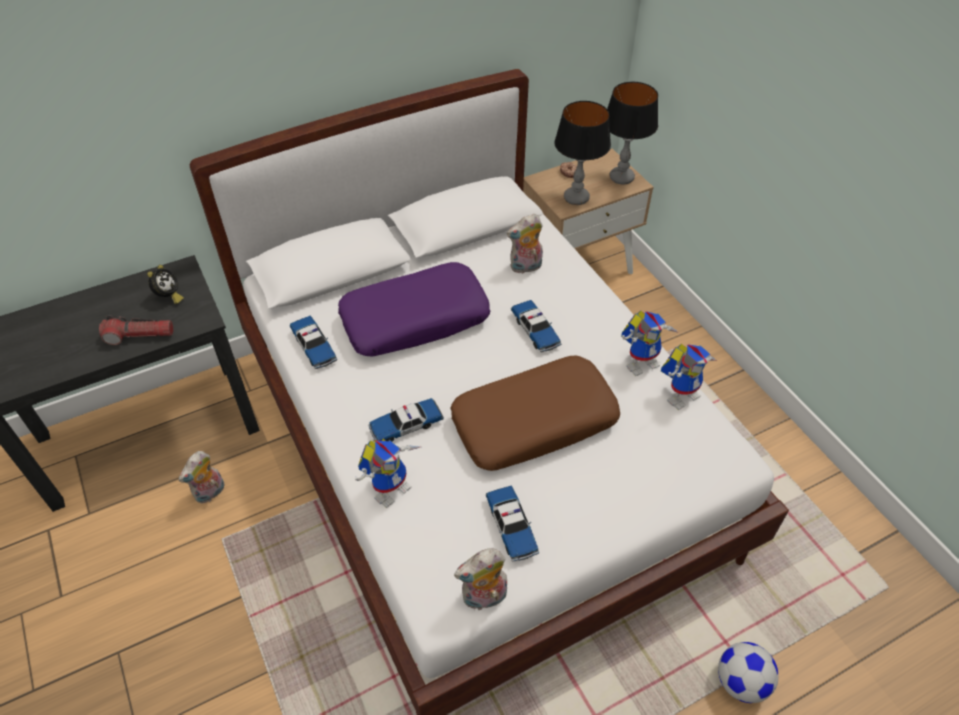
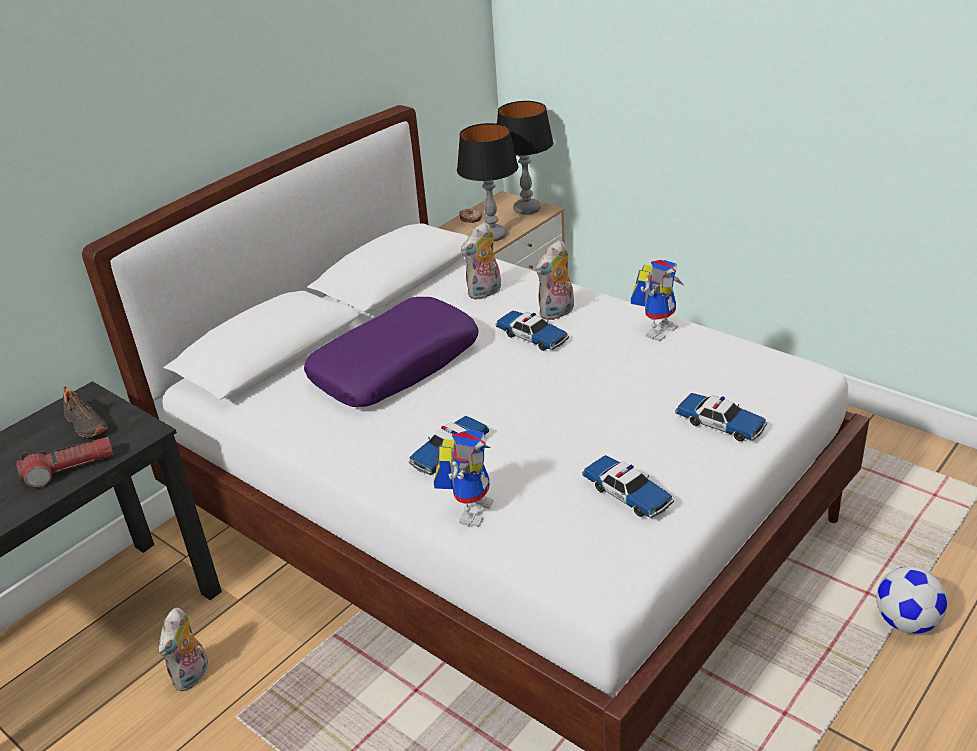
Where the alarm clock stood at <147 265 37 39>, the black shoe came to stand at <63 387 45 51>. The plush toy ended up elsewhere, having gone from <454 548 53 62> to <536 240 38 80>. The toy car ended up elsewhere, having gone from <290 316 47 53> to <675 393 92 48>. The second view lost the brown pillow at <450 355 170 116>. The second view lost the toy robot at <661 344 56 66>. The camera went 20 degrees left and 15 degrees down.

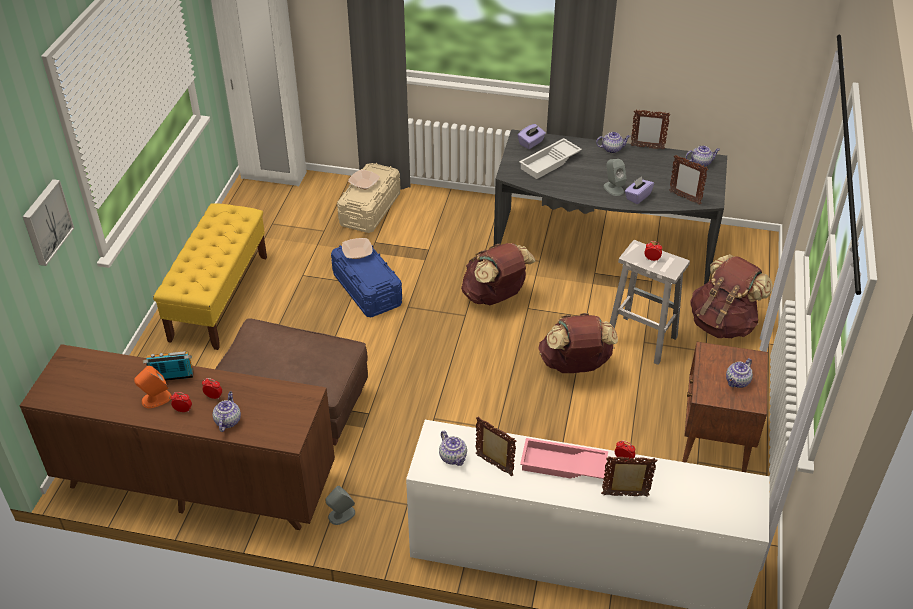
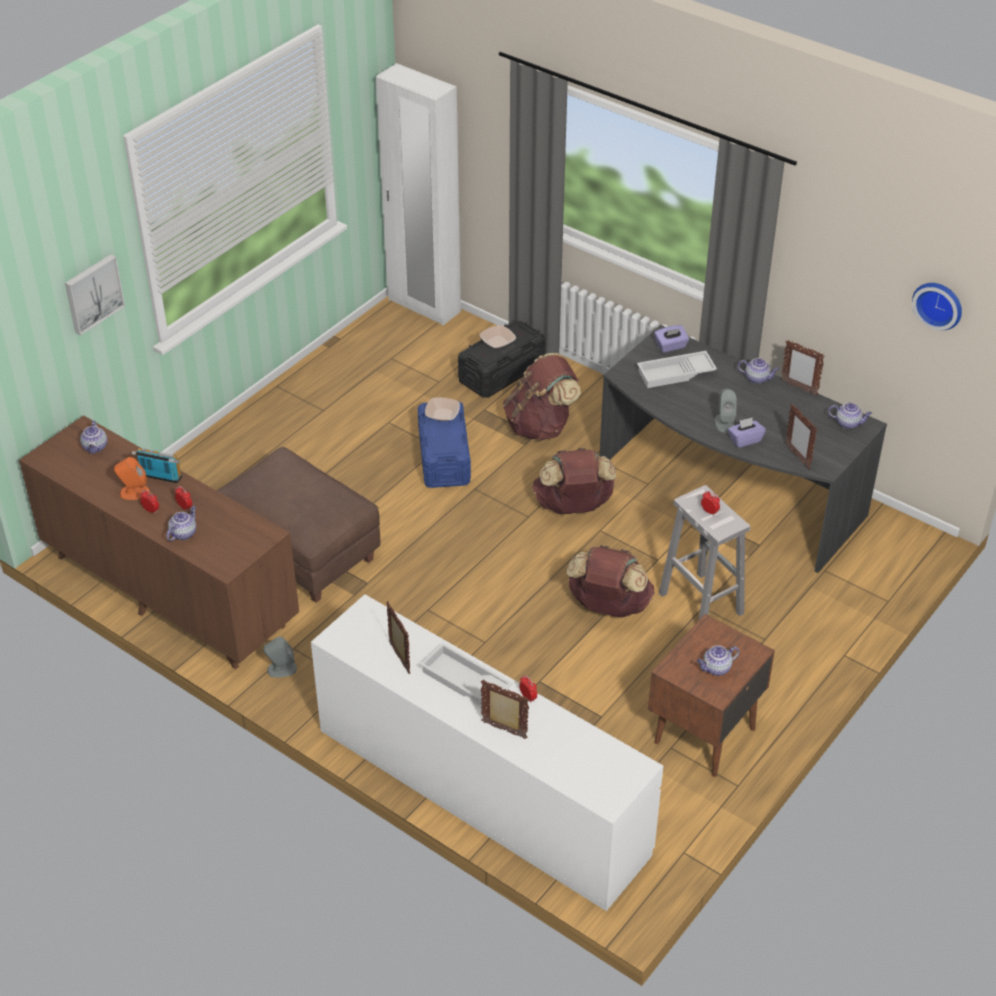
The teapot ended up elsewhere, having gone from <439 431 28 35> to <80 421 27 33>. What was the pink tray at <520 438 88 41> turned into the white tray at <420 643 93 59>. What was the beige storage box at <337 163 64 70> turned into the black storage box at <458 320 88 78>. The brown backpack ended up elsewhere, having gone from <690 254 83 84> to <503 353 78 88>. The second view gained the wall clock at <912 283 50 47>. The second view lost the yellow bench at <153 203 114 147>. The camera went 25 degrees right and 0 degrees up.

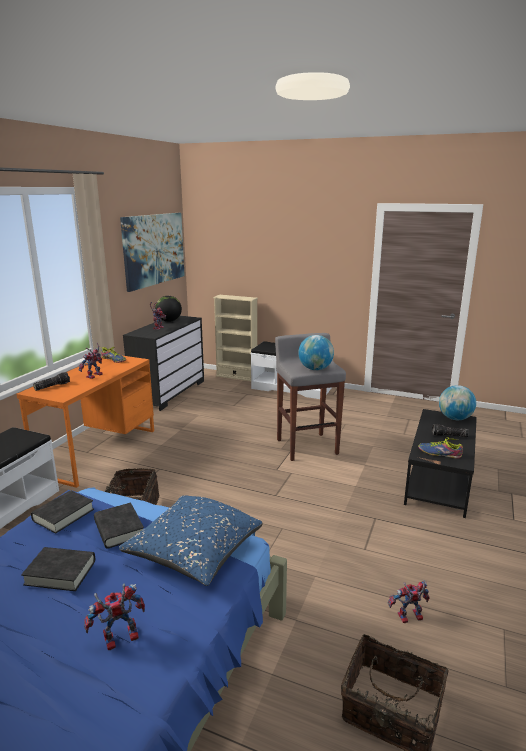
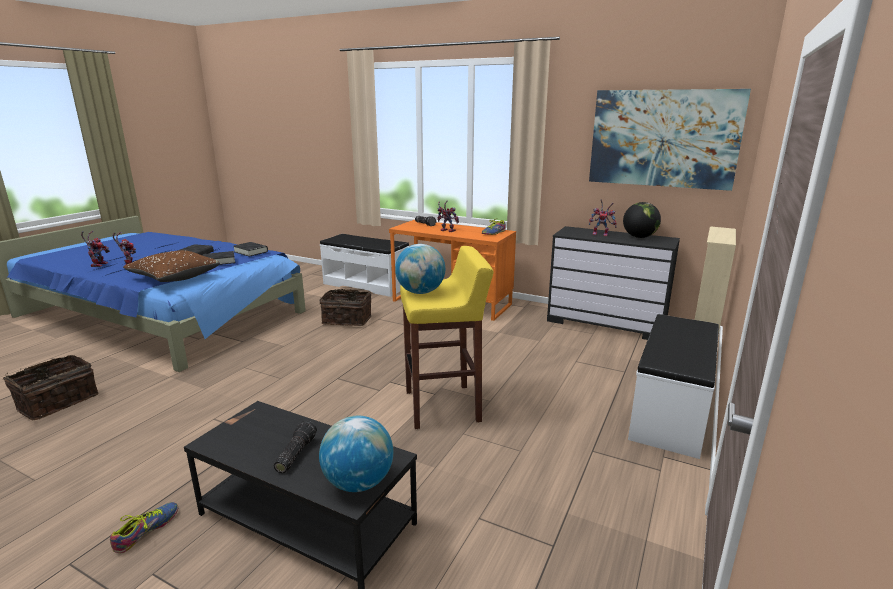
The toy robot ended up elsewhere, having gone from <387 580 43 43> to <81 231 29 36>. The shoe ended up elsewhere, having gone from <418 437 45 22> to <110 502 68 51>. What was the blue pillow at <119 495 144 91> turned into the brown pillow at <123 250 97 32>. What was the grey stool at <275 333 71 128> turned into the yellow stool at <400 246 93 183>. The camera went 95 degrees right and 0 degrees up.

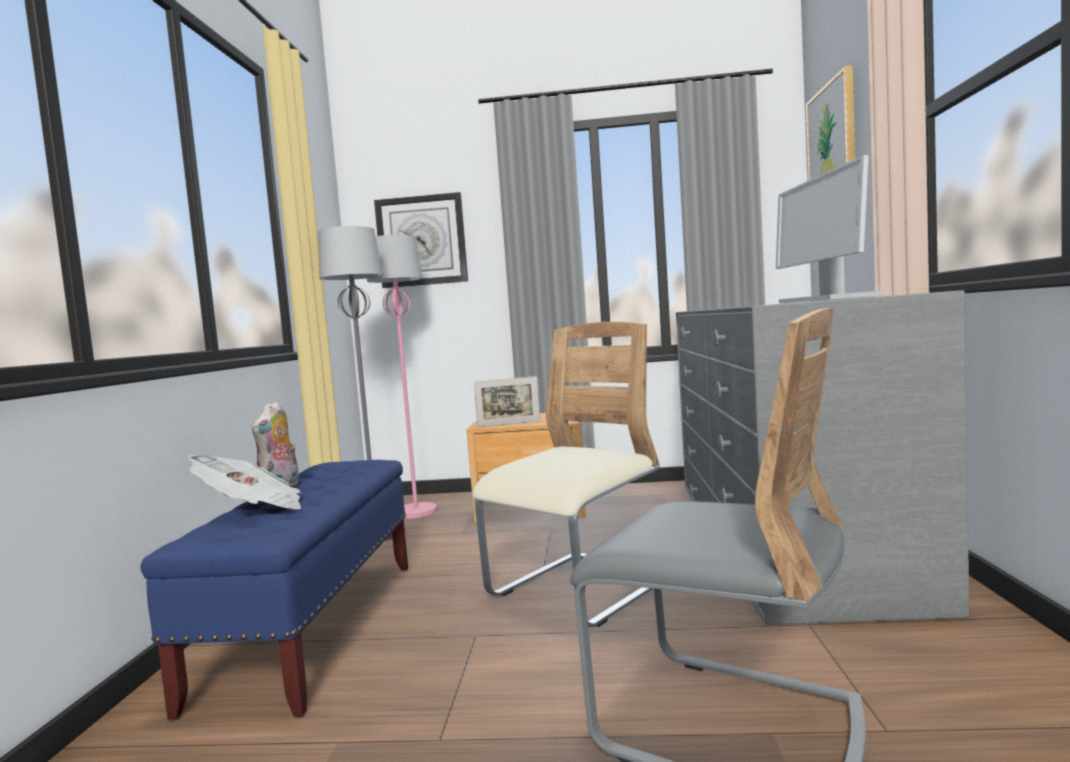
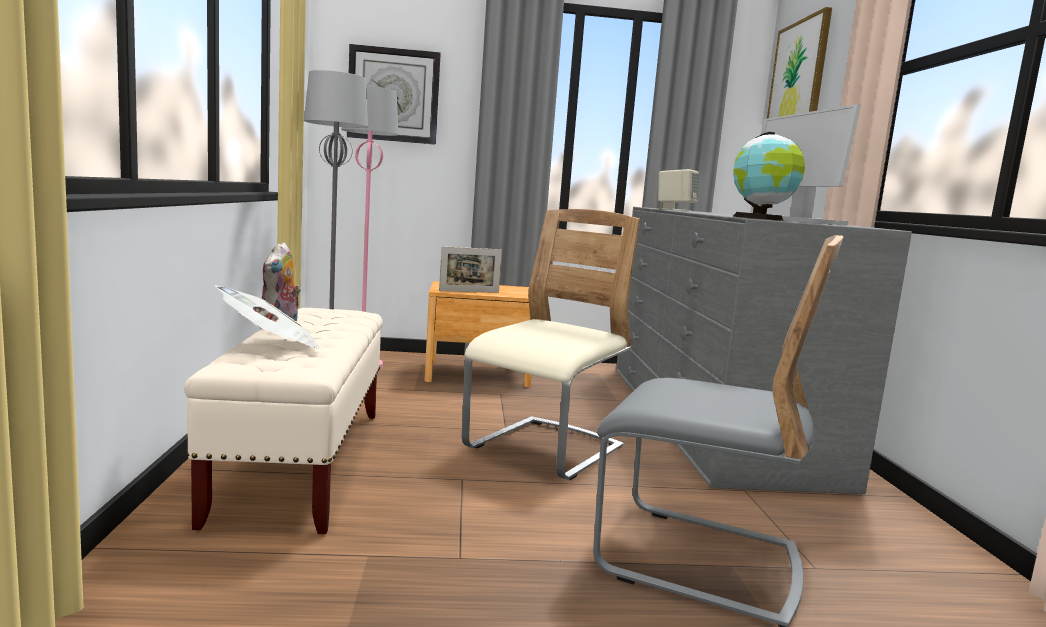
What was the blue bench at <140 460 268 260> turned into the beige bench at <184 308 199 226>. The second view gained the beige speaker at <658 169 41 42>. The second view gained the globe at <733 132 72 89>. The camera went 10 degrees left and 5 degrees up.

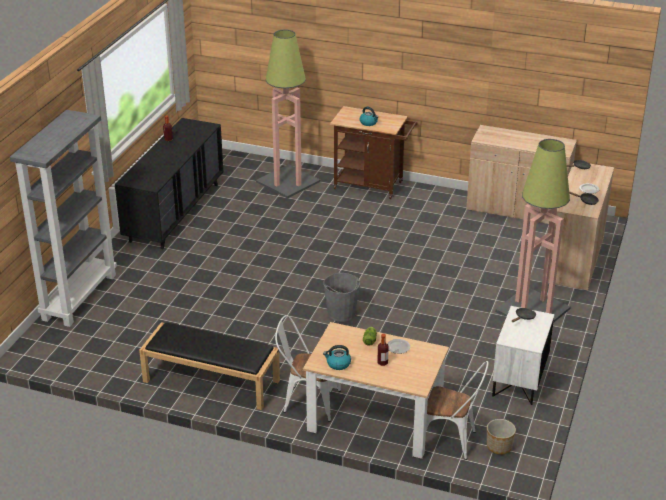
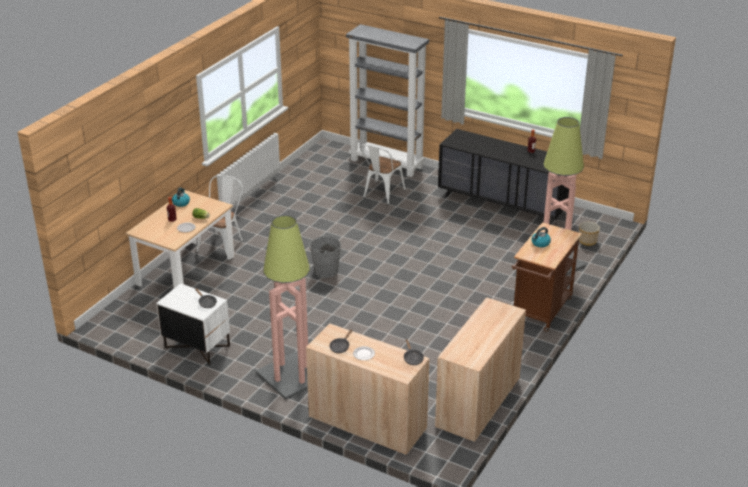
The white chair ended up elsewhere, having gone from <426 361 63 99> to <359 144 47 61>. The planter ended up elsewhere, having gone from <487 419 29 36> to <579 222 21 24>. The second view lost the black bench at <139 322 141 88>. The camera went 100 degrees right and 0 degrees up.

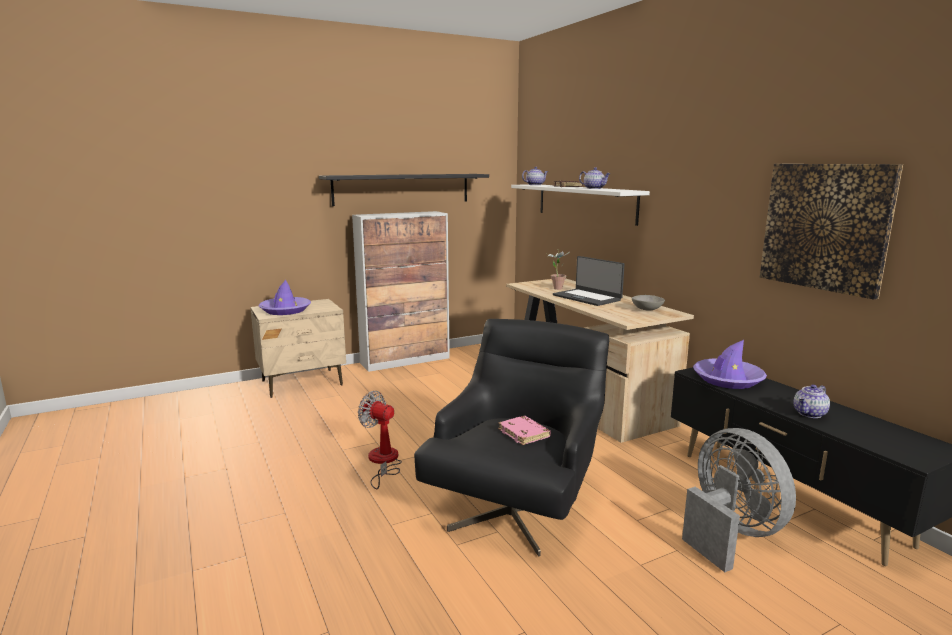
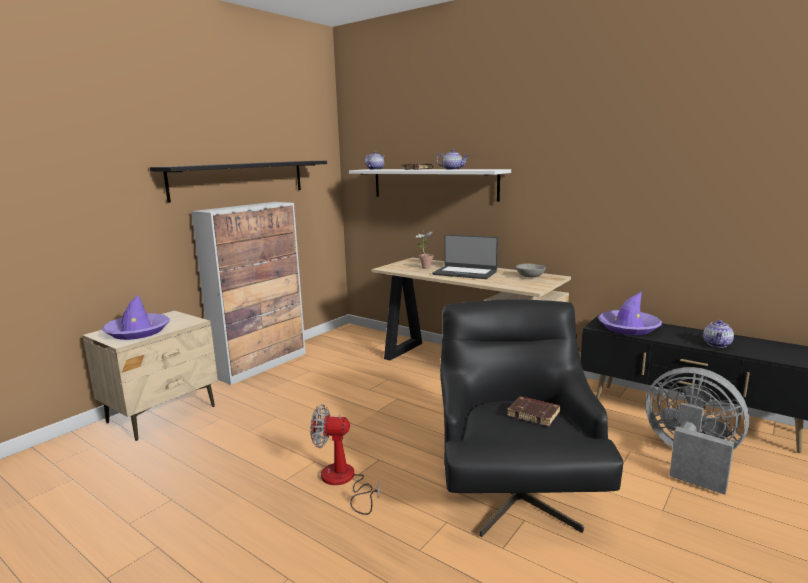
What was the pink book at <498 416 53 29> turned into the brown book at <507 396 53 30>. The second view lost the picture at <760 164 143 136>. The camera went 25 degrees left and 0 degrees up.

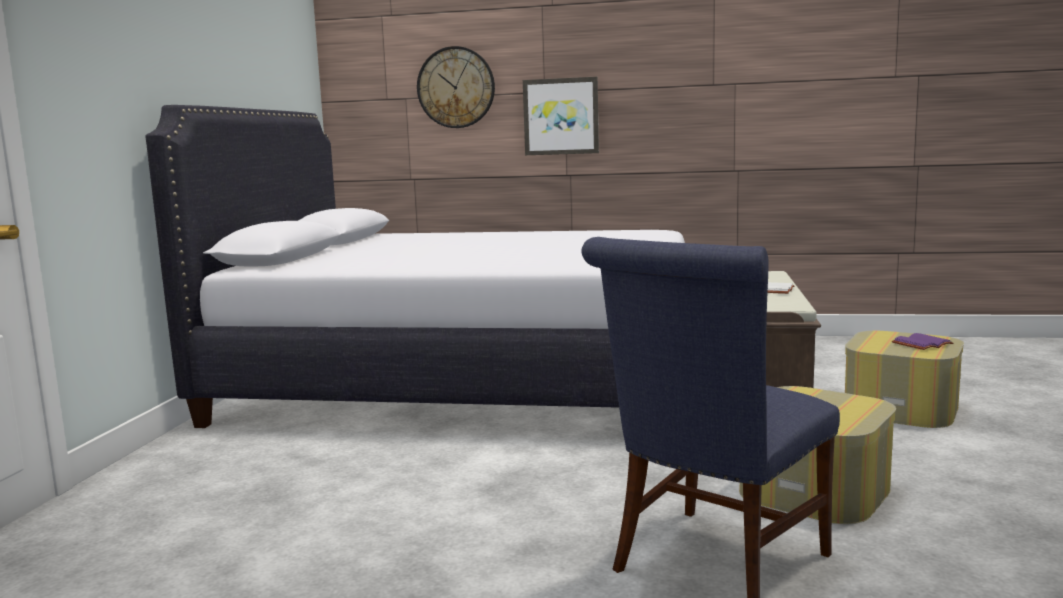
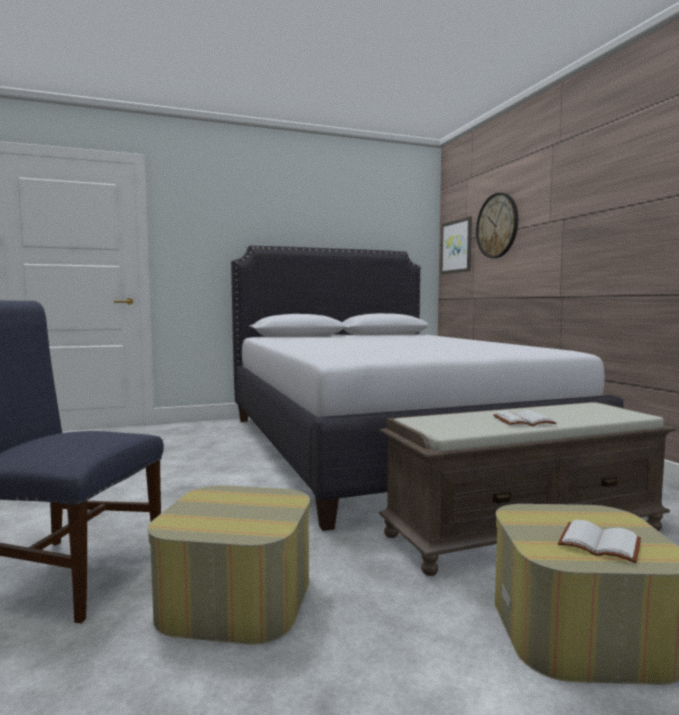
The picture ended up elsewhere, having gone from <523 77 76 78> to <441 216 31 58>. What was the purple book at <892 333 61 17> turned into the white book at <558 520 83 43>. The camera went 60 degrees right and 5 degrees down.

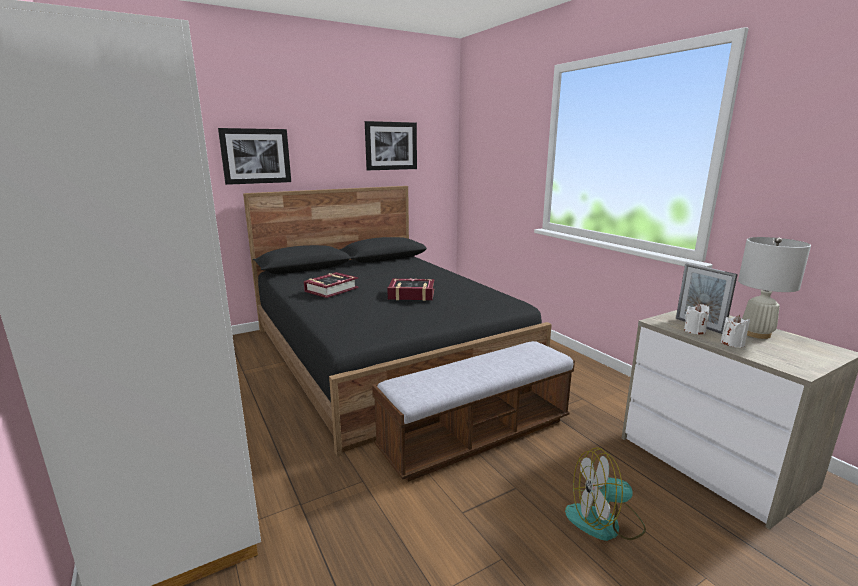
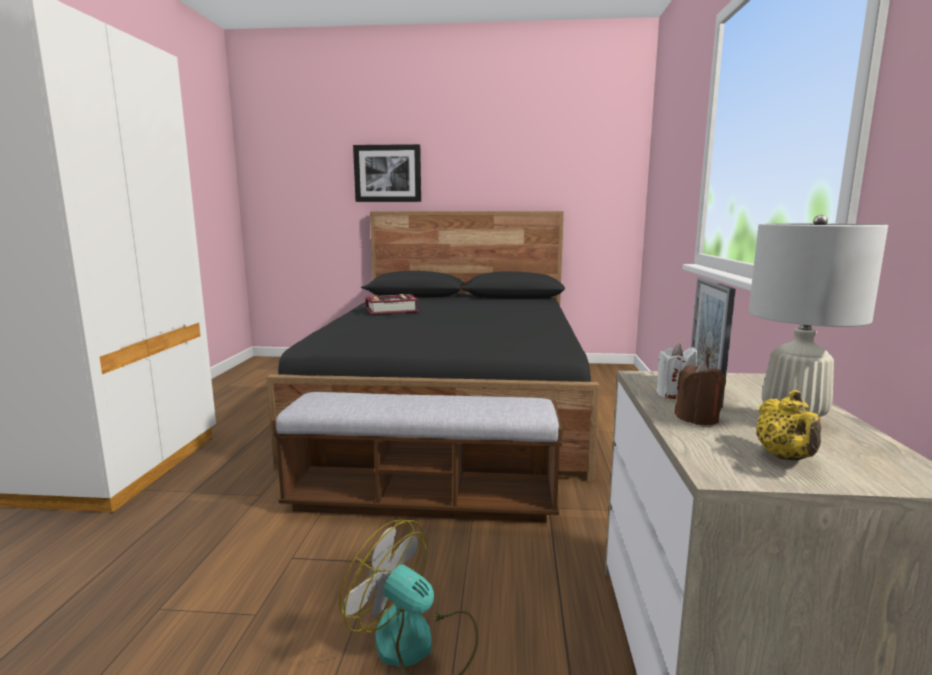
What was the white candle at <721 315 29 33> turned into the brown candle at <675 362 51 63>. The second view gained the yellow teapot at <756 390 65 71>. The second view lost the picture at <365 121 52 49>. The second view lost the book at <387 278 47 23>. The camera went 35 degrees right and 5 degrees down.

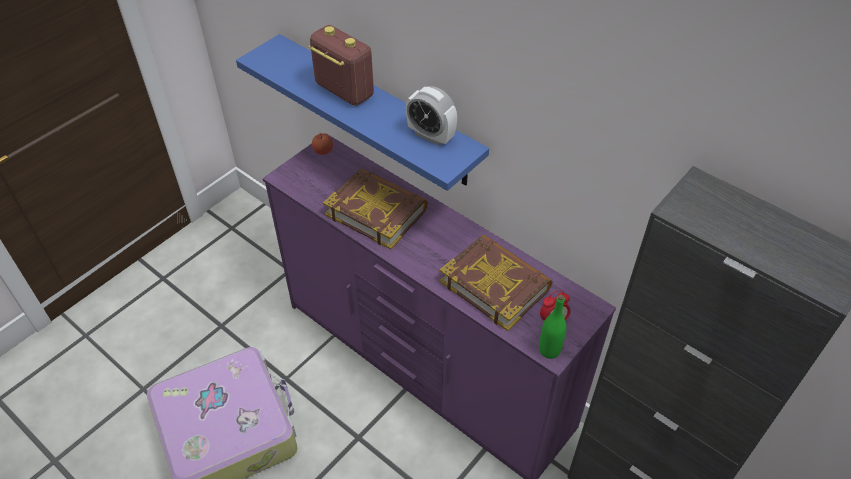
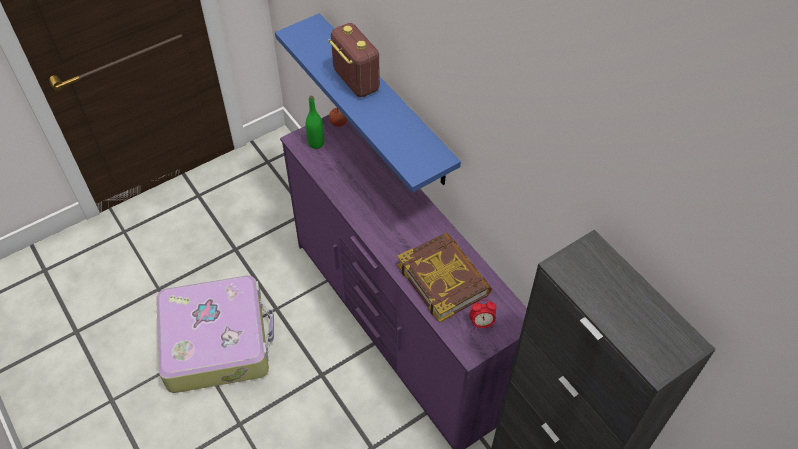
The green bottle ended up elsewhere, having gone from <539 294 28 65> to <306 96 18 53>. The second view lost the book at <323 168 105 82>. The second view lost the alarm clock at <406 86 51 60>. The camera went 15 degrees right and 5 degrees up.

